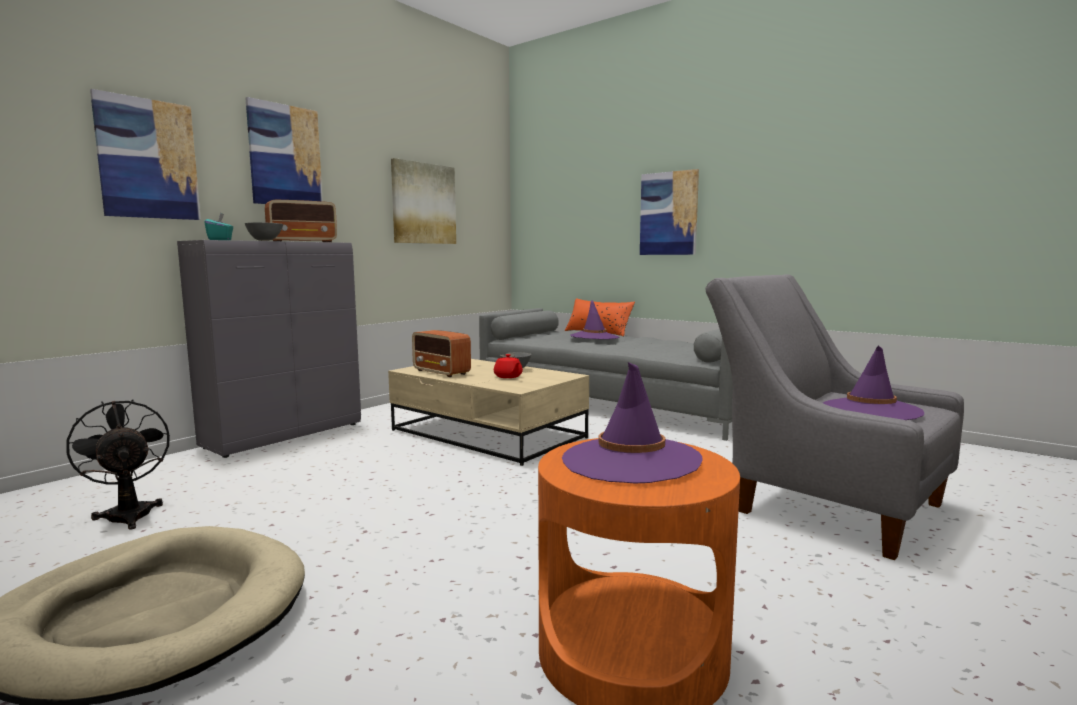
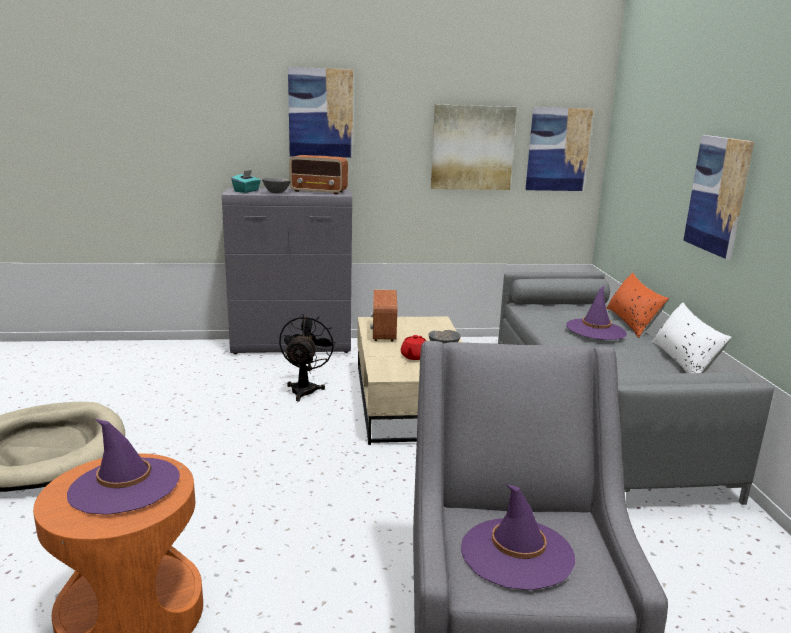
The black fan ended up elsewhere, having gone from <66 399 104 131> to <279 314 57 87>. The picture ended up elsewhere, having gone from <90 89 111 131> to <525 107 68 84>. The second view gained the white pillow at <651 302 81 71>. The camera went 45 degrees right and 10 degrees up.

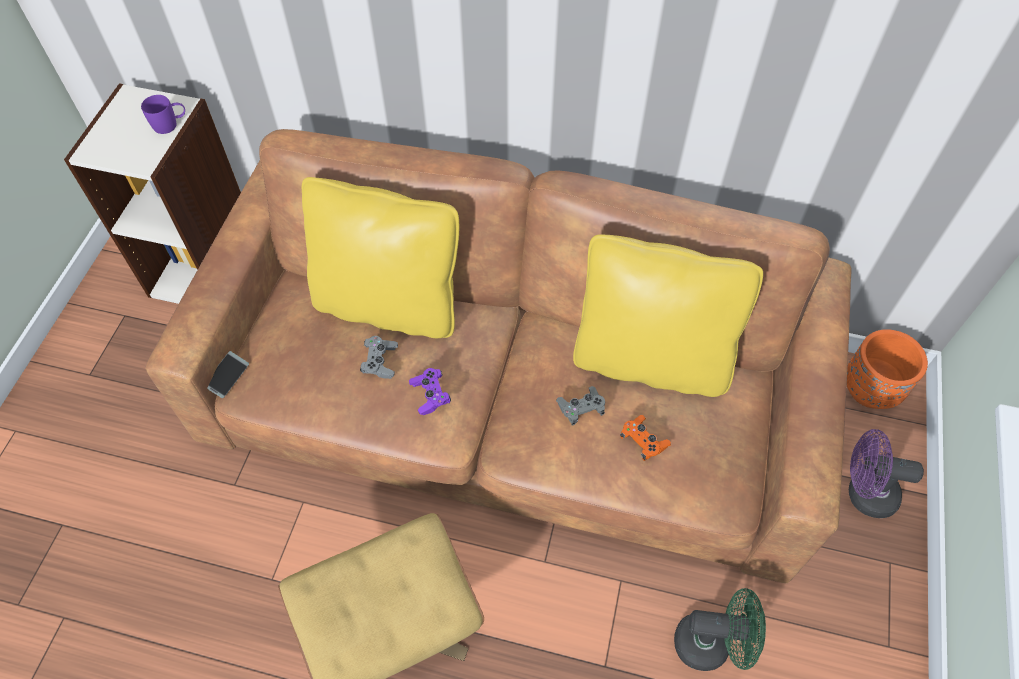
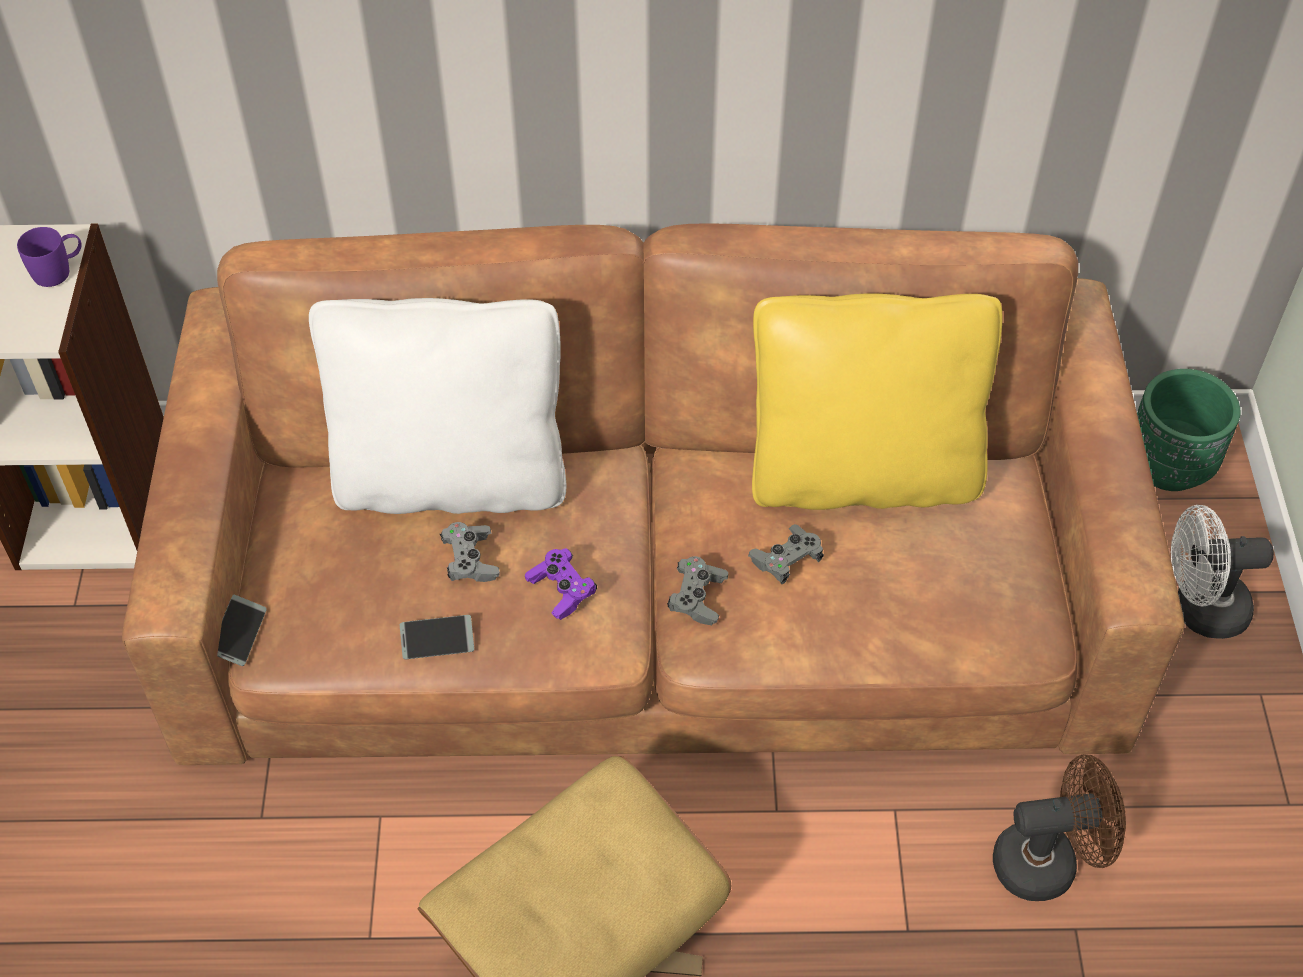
What was the yellow pillow at <302 177 157 161> turned into the white pillow at <309 298 257 216>. The second view gained the phone at <399 615 75 44>. The second view gained the grey game controller at <667 556 61 69>. What was the green fan at <674 588 92 83> turned into the brown fan at <993 754 133 147>. What was the orange planter at <847 329 81 80> turned into the green planter at <1137 369 104 122>. What was the purple fan at <849 429 75 89> turned into the white fan at <1171 505 103 134>. The second view lost the orange game controller at <620 415 51 46>. The camera went 15 degrees left and 5 degrees down.

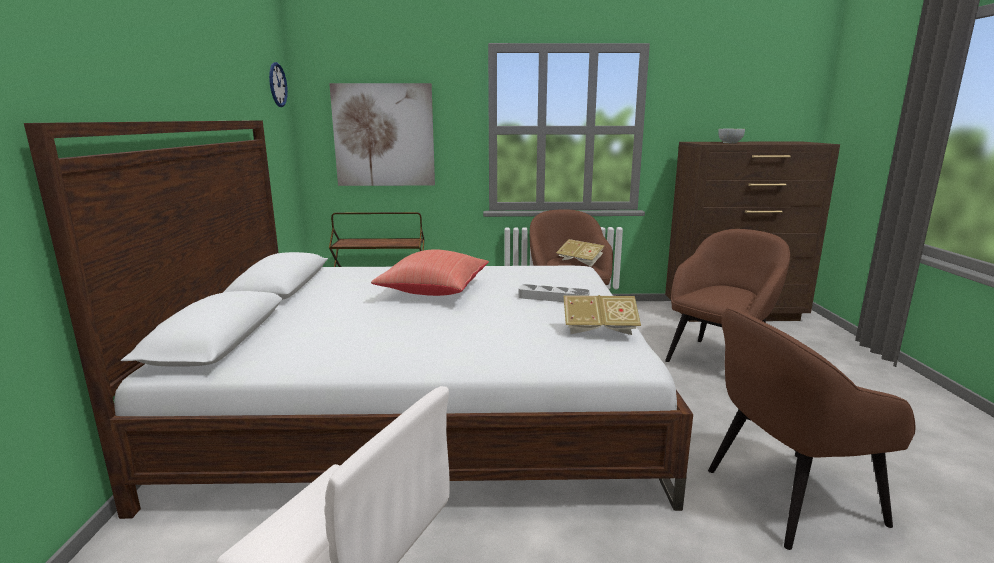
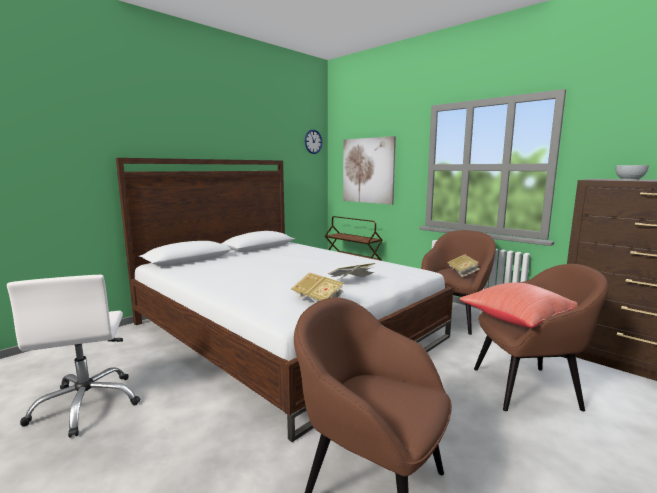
Where the grey tray stood at <519 284 71 18>, the book came to stand at <328 263 47 18>. The red pillow ended up elsewhere, having gone from <371 249 118 47> to <459 282 118 46>. The camera went 45 degrees right and 5 degrees down.

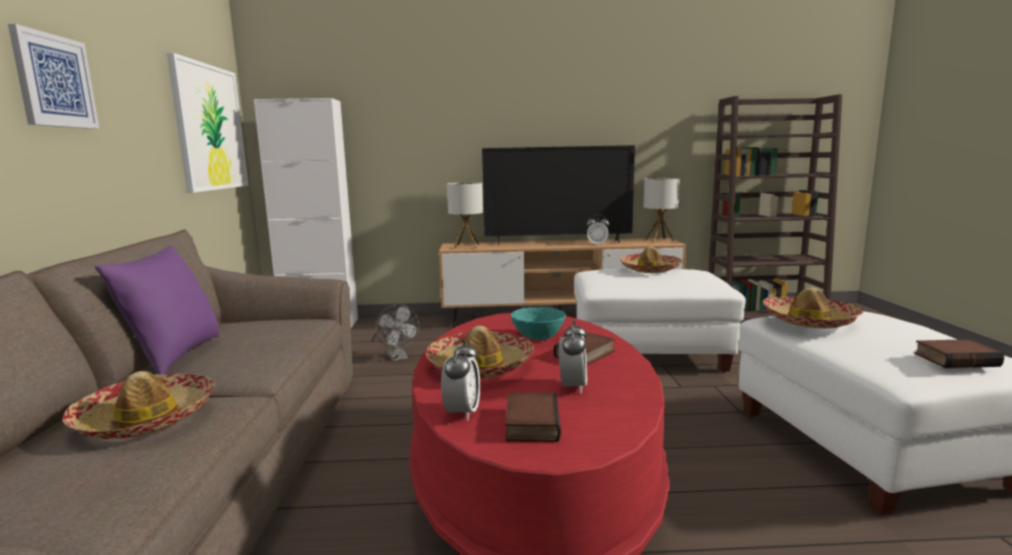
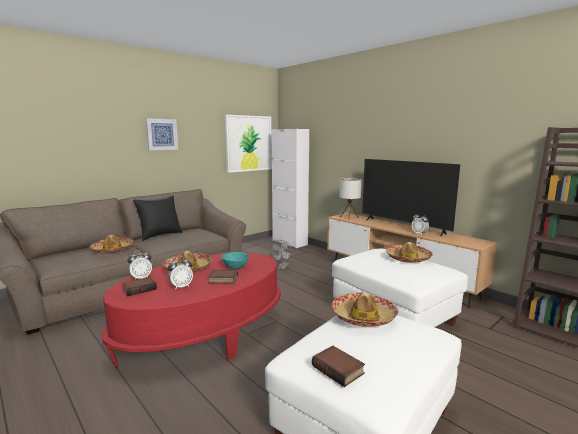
What was the purple pillow at <95 246 125 129> turned into the black pillow at <133 196 49 45>. The second view lost the table lamp at <644 178 36 64>. The camera went 50 degrees right and 0 degrees up.

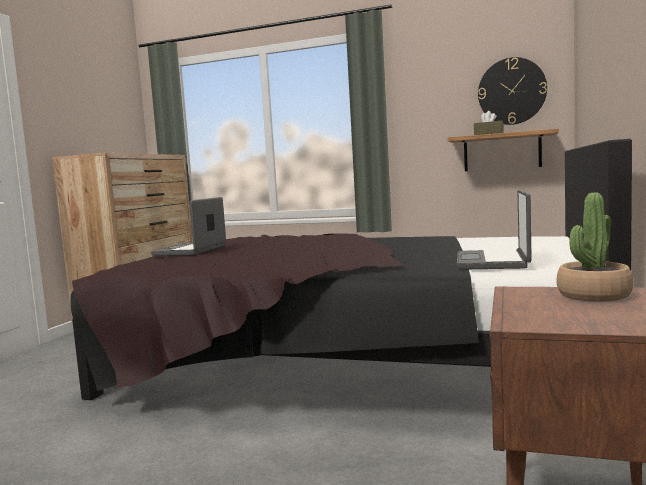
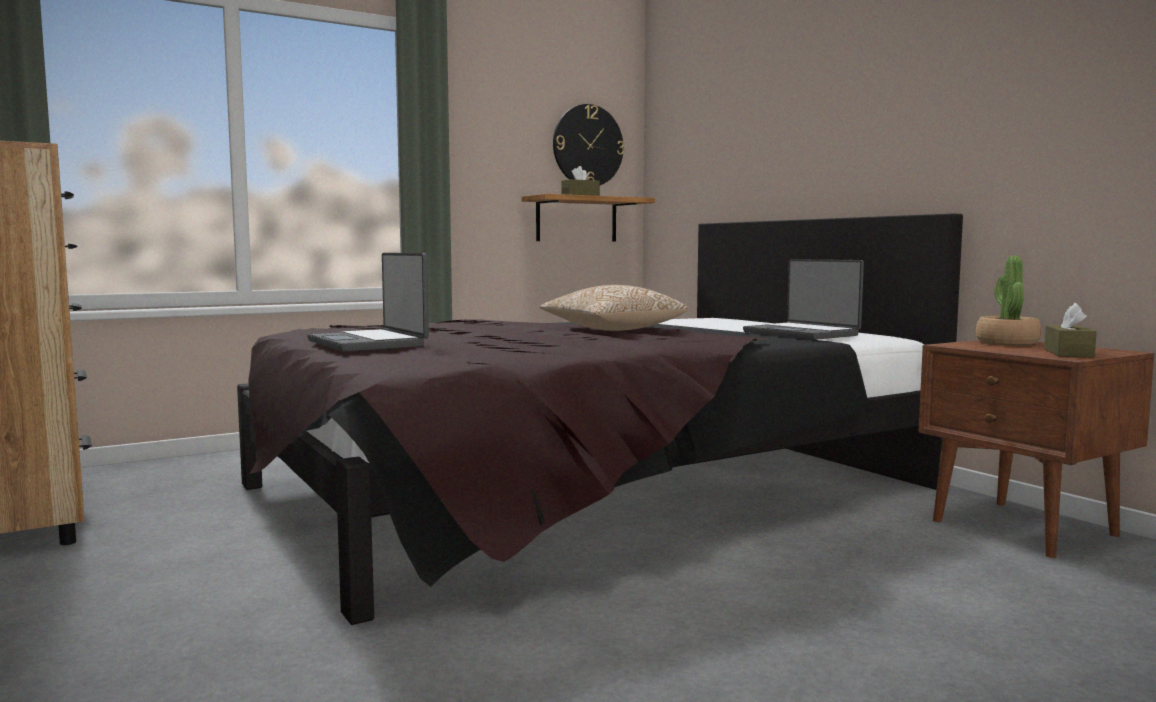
The second view gained the pillow at <539 285 149 46>. The second view gained the brown tissue box at <1044 303 53 55>. The camera went 50 degrees left and 0 degrees up.

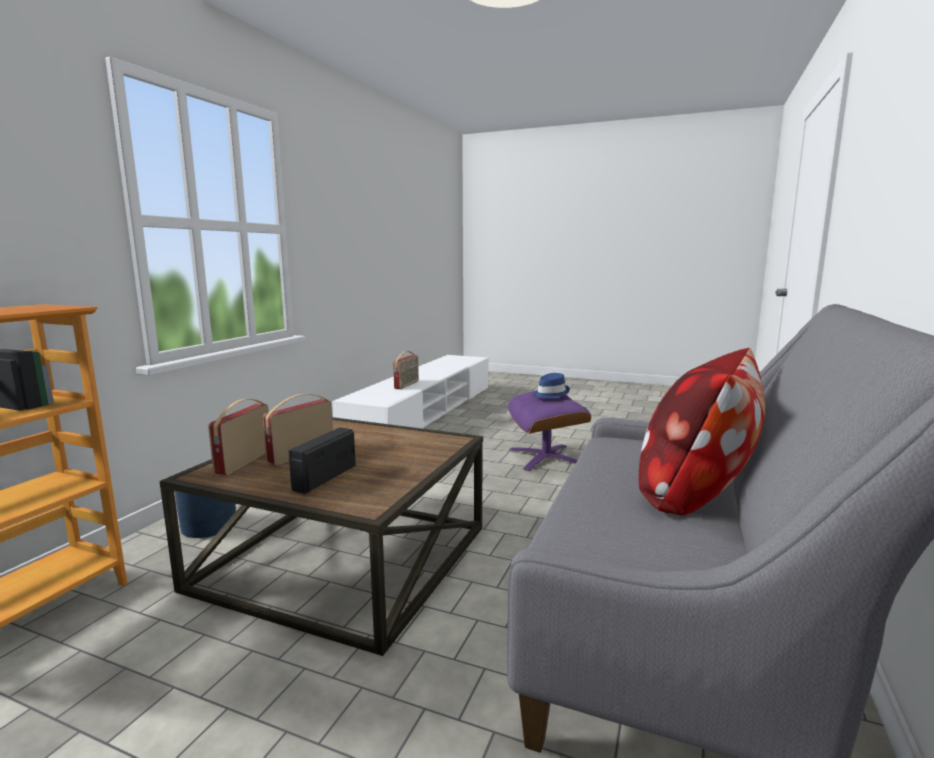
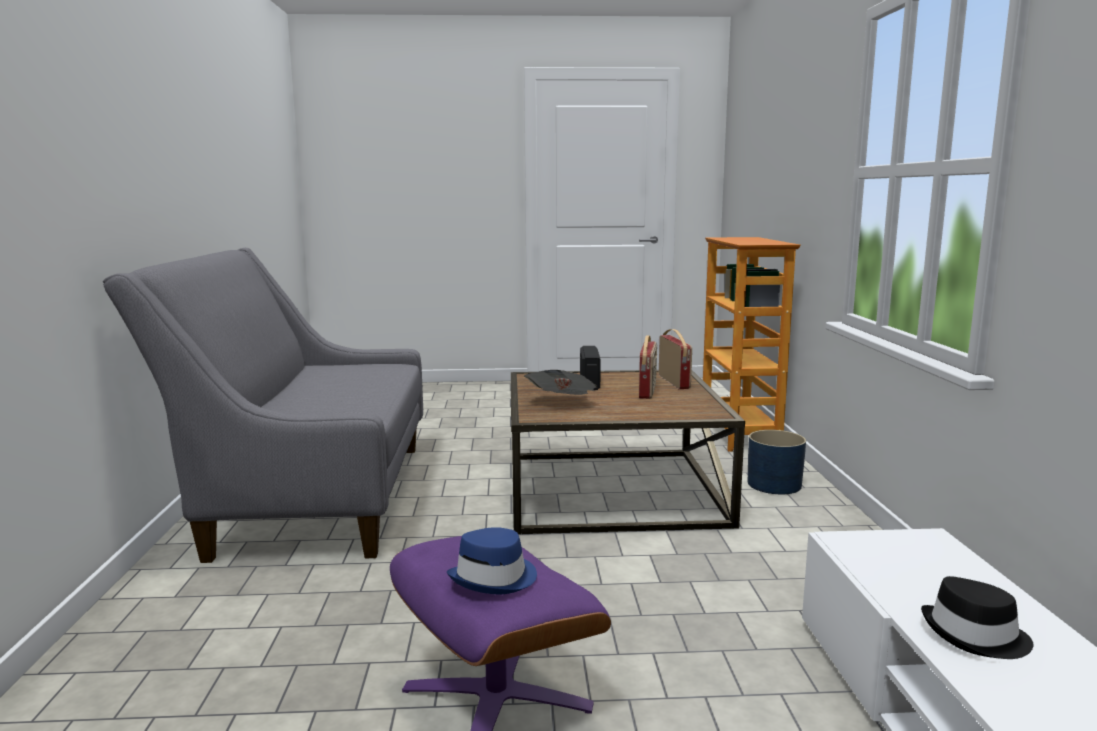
The second view gained the newspaper at <524 370 73 25>. Where the radio stood at <393 351 26 38>, the black hat came to stand at <921 576 112 83>. The second view lost the pillow at <639 348 126 167>. The camera went 155 degrees right and 0 degrees up.

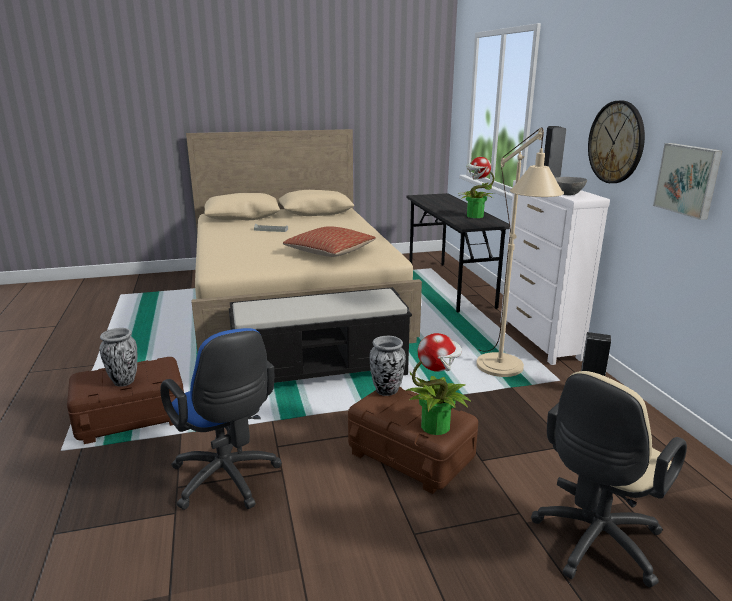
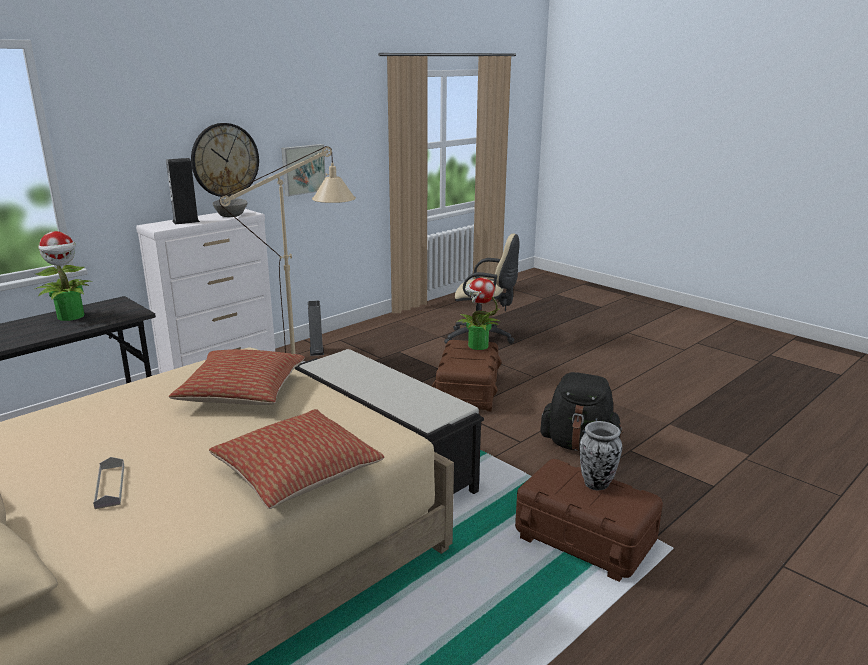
The second view gained the pillow at <209 409 176 100>. Where the blue office chair stood at <160 328 122 182>, the black backpack came to stand at <541 372 82 79>. The second view lost the vase at <369 336 37 60>. The camera went 120 degrees left and 0 degrees up.

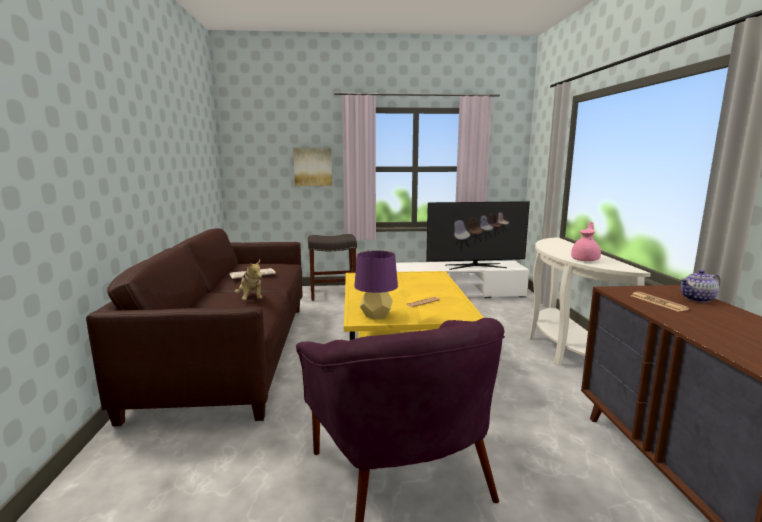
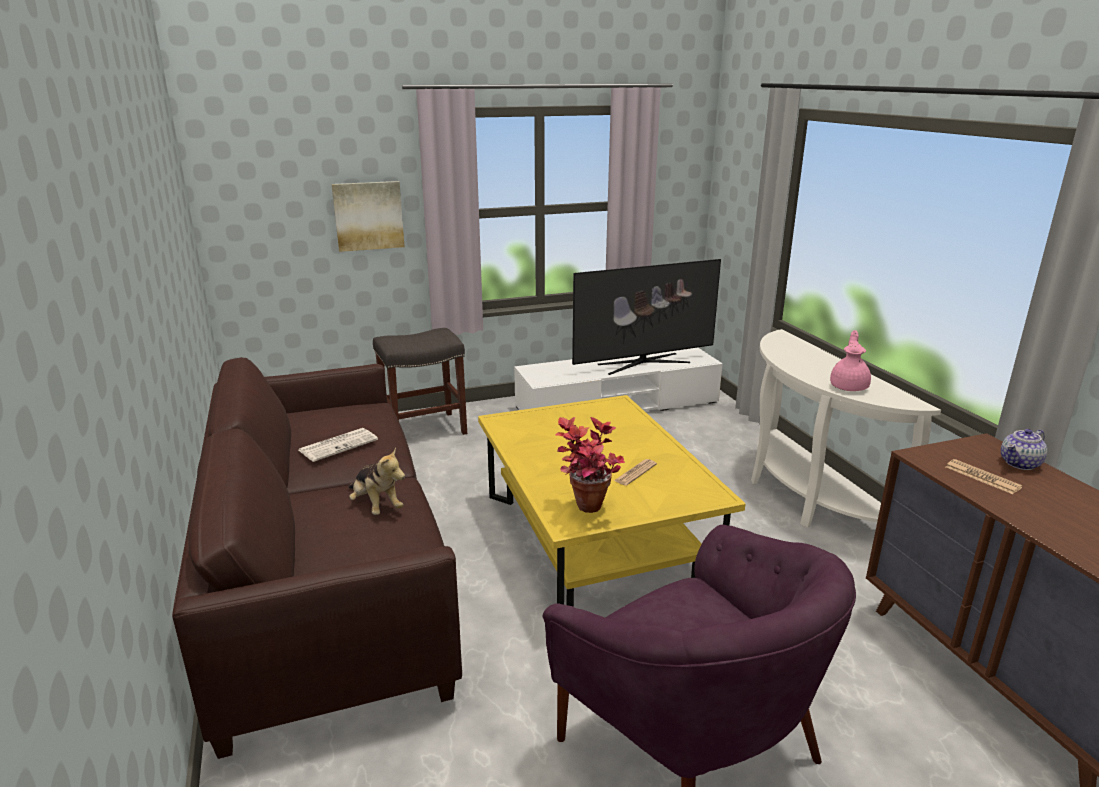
Where the purple table lamp stood at <354 250 44 69>, the potted plant came to stand at <555 417 70 96>. The camera went 15 degrees left and 10 degrees up.

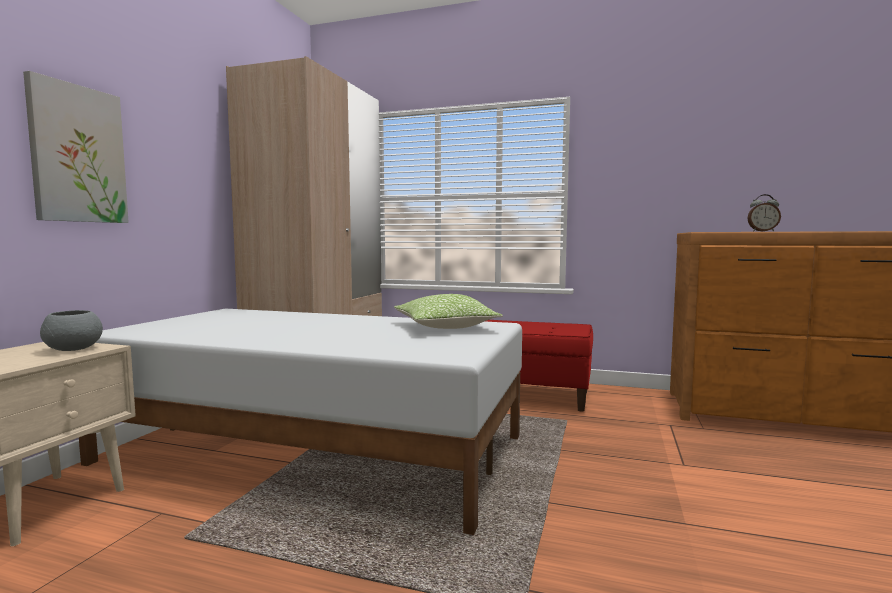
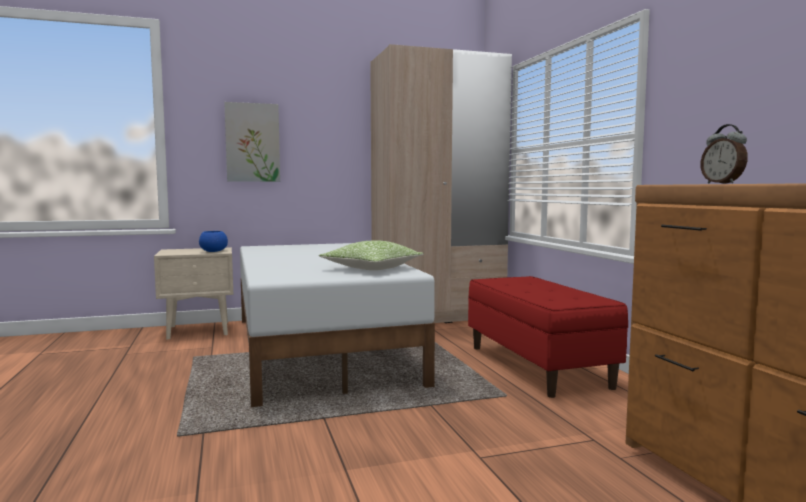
What was the grey bowl at <40 310 63 41> turned into the blue bowl at <199 231 29 21>. The camera went 55 degrees right and 0 degrees up.

